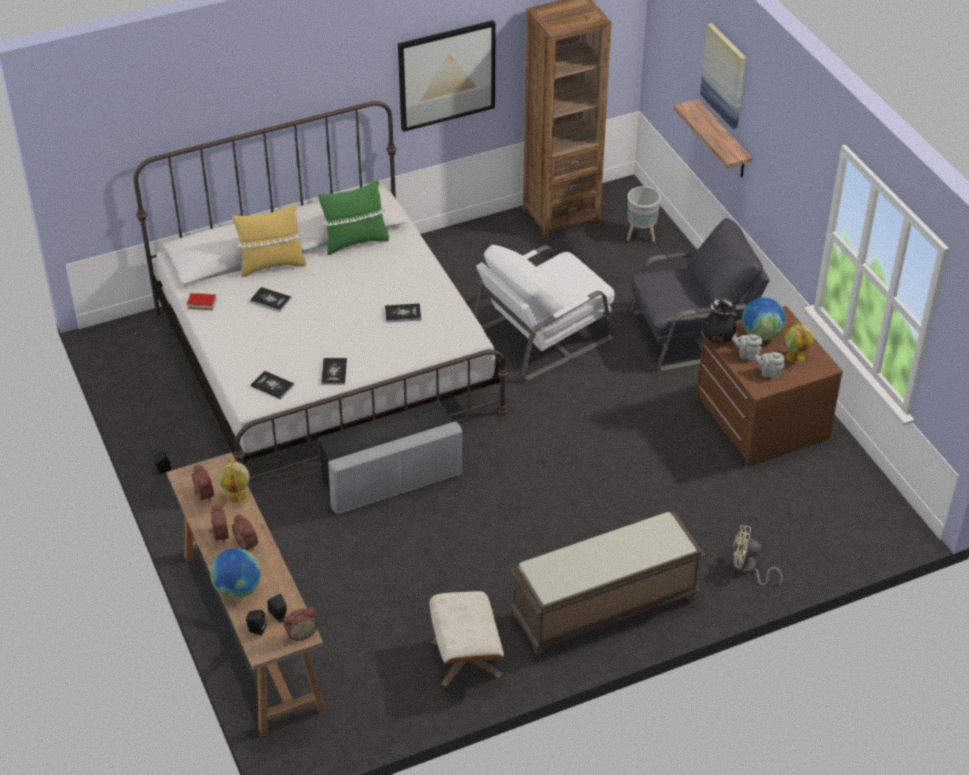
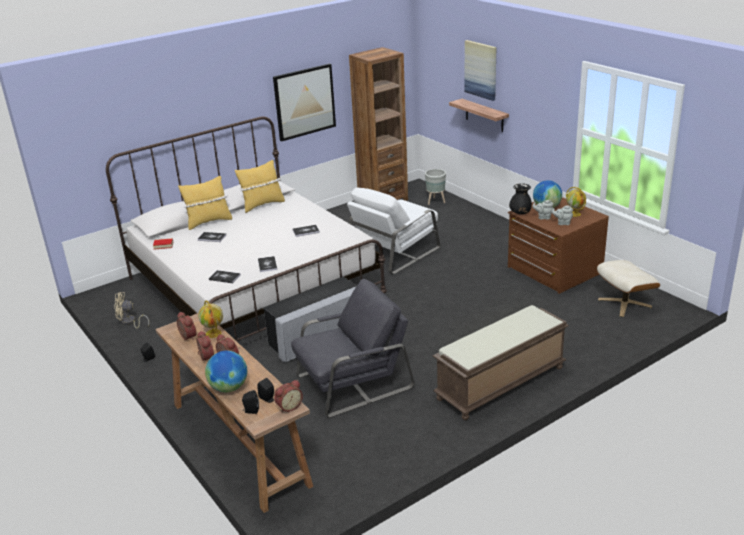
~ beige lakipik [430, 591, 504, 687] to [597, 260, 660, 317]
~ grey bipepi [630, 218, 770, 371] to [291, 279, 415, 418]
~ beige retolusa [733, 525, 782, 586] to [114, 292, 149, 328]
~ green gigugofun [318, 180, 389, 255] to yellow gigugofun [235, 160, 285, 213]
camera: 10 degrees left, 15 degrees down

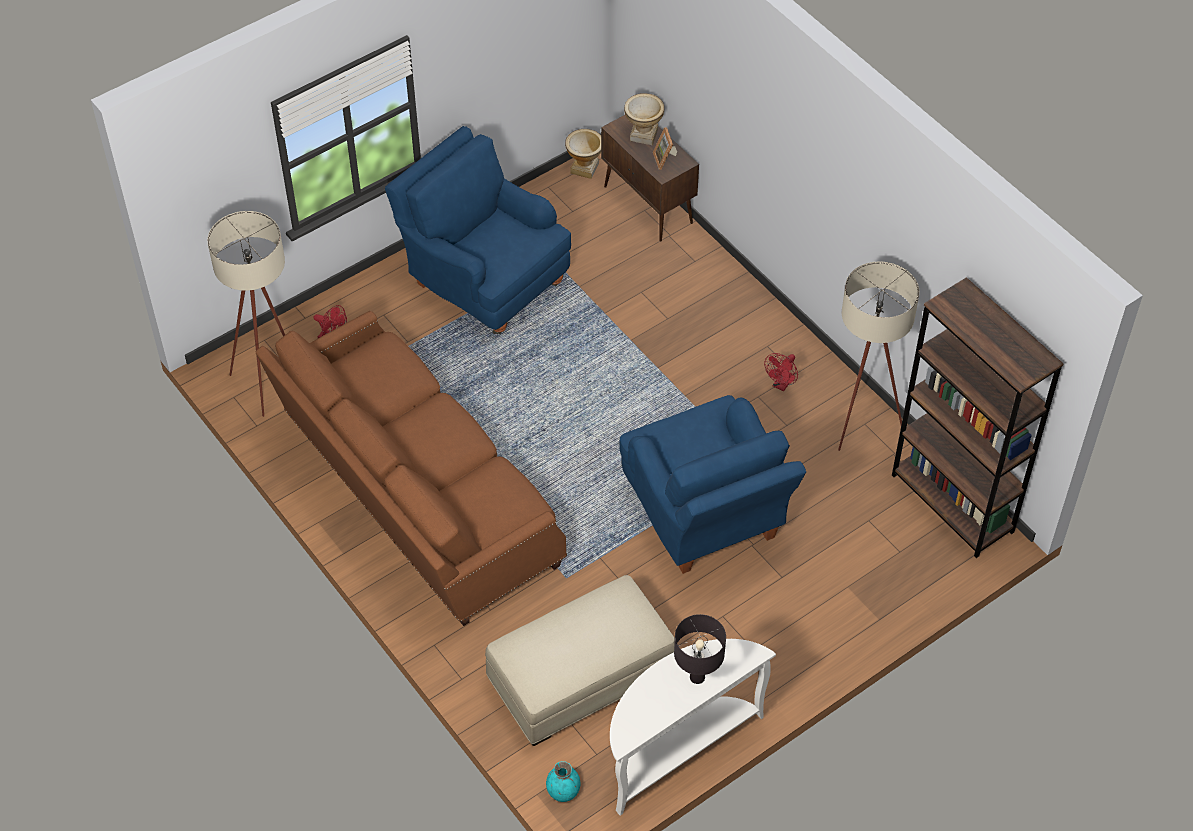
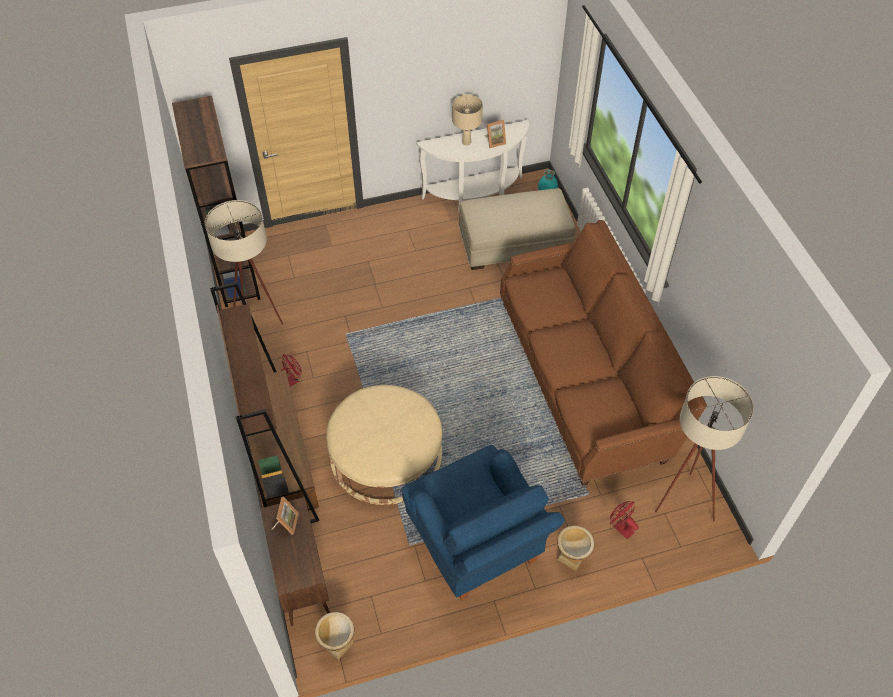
- blue bipepi [619, 395, 806, 574]
+ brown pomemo [210, 282, 319, 523]
+ beige lakipik [326, 385, 442, 505]
+ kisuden [485, 120, 506, 148]
~ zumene [624, 93, 665, 145] to [557, 525, 595, 571]
~ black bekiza [674, 614, 726, 684] to beige bekiza [452, 95, 483, 145]
camera: 160 degrees left, 0 degrees up

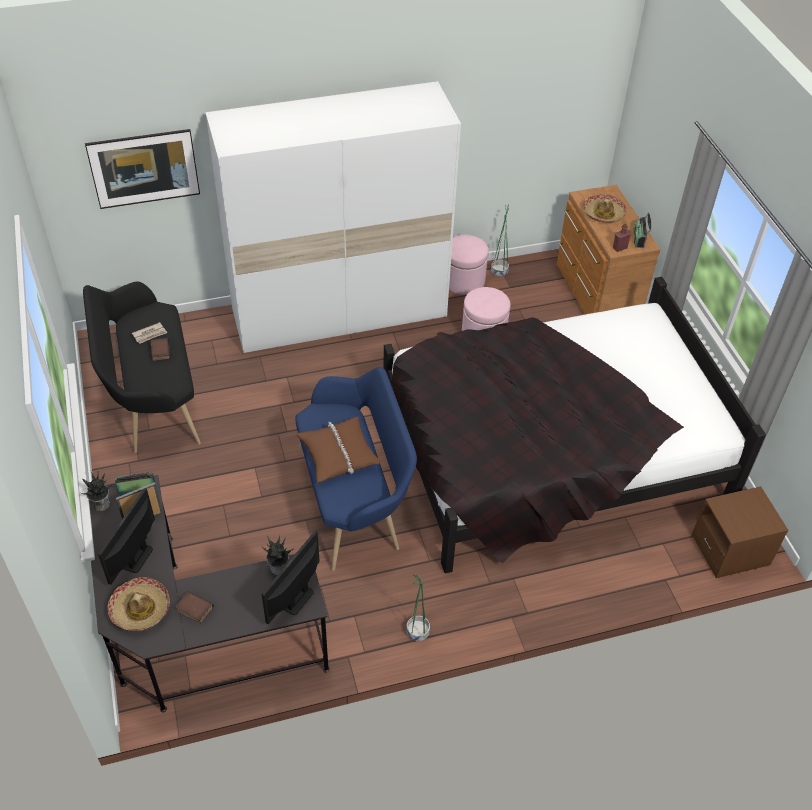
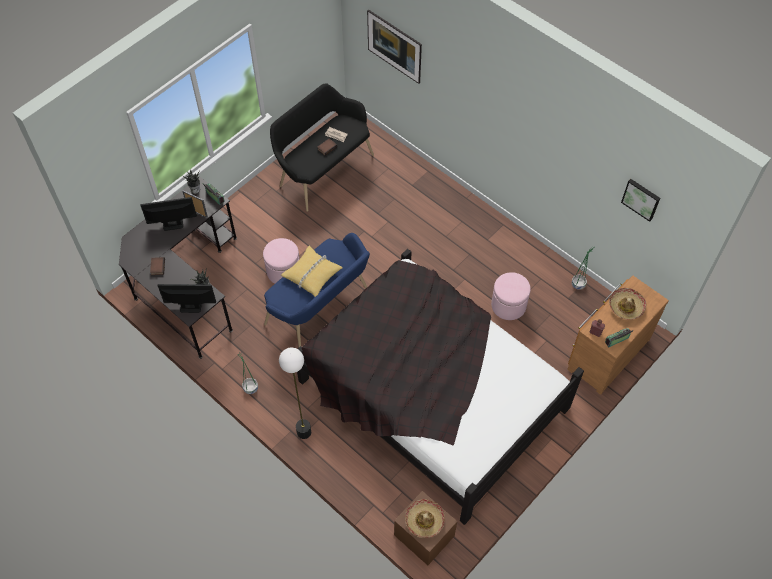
- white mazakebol [205, 81, 461, 353]
+ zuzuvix [279, 348, 311, 439]
+ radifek [621, 179, 660, 222]
~ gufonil [108, 577, 170, 631] to [405, 499, 445, 538]
~ pink lakipik [449, 235, 489, 295] to [263, 238, 299, 284]
~ brown gigugofun [297, 417, 380, 483] to yellow gigugofun [281, 246, 343, 297]
camera: 60 degrees right, 10 degrees up

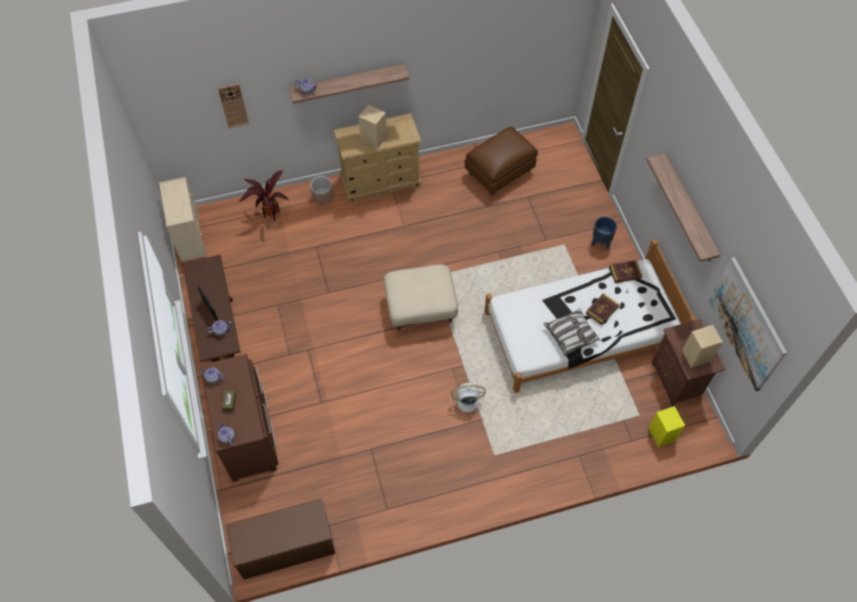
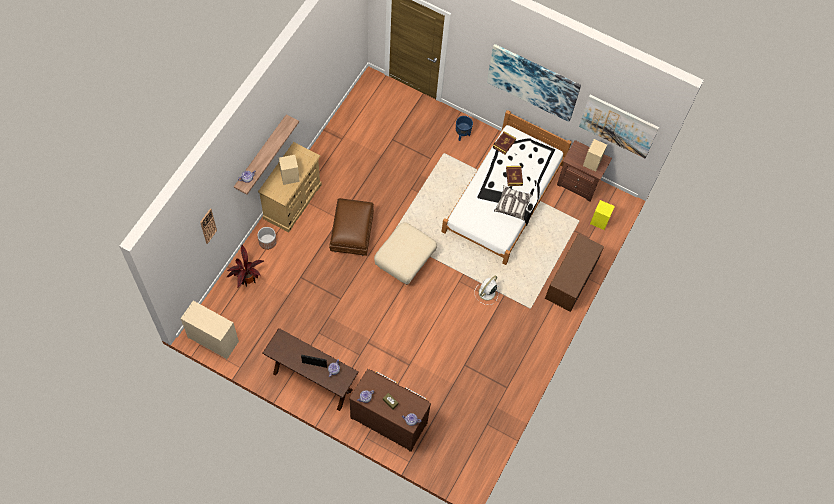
~ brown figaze [226, 498, 335, 580] to [545, 234, 604, 312]
~ brown lakipik [464, 126, 538, 196] to [329, 198, 374, 256]
~ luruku [647, 154, 721, 262] to radifek [487, 44, 581, 122]
camera: 50 degrees left, 5 degrees up

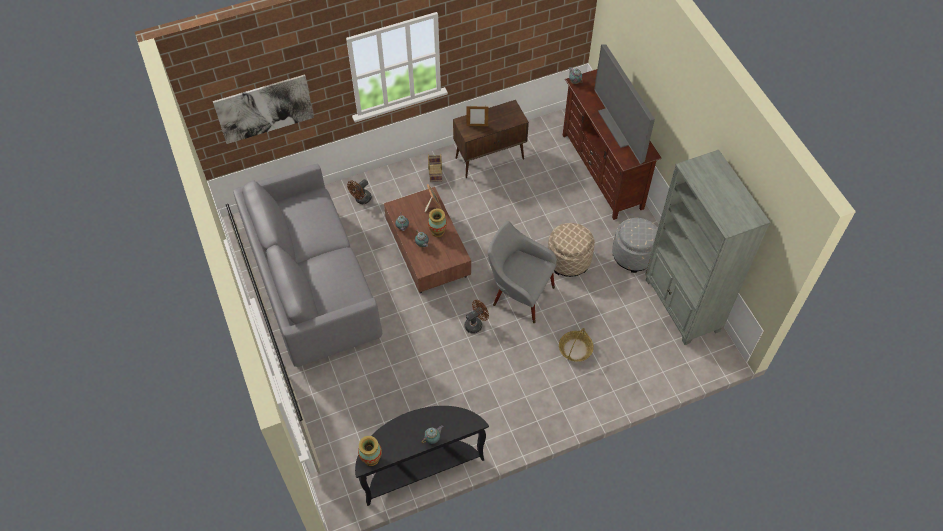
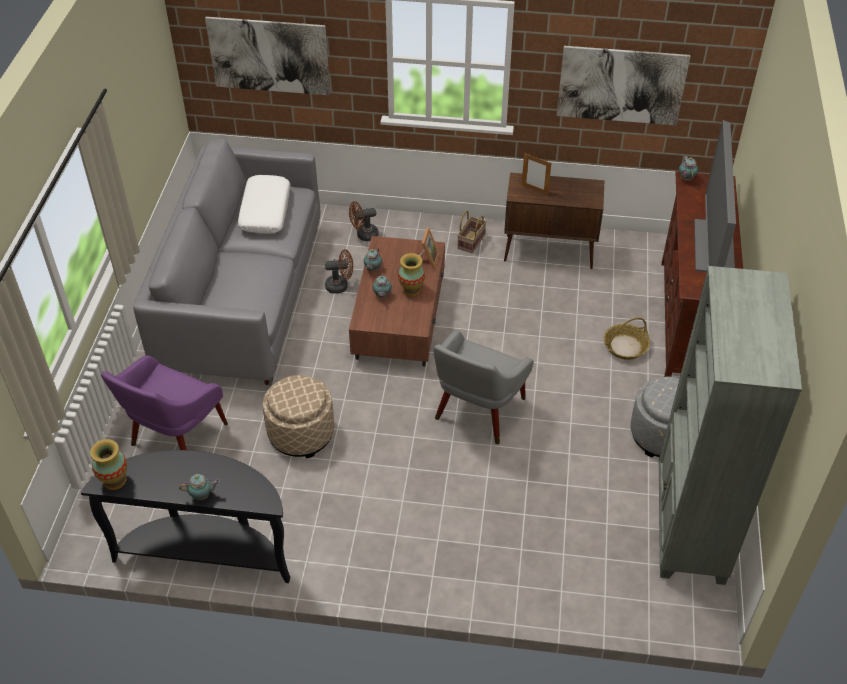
+ purple bipepi [101, 355, 228, 450]
+ white gigugofun [238, 175, 291, 234]
+ radifek [557, 46, 690, 125]
~ brown retolusa [464, 300, 489, 334] to [325, 249, 353, 294]
~ beige lakipik [548, 223, 595, 277] to [263, 375, 334, 458]
~ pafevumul [559, 328, 594, 362] to [604, 317, 650, 360]
~ grey bipepi [488, 221, 557, 323] = [433, 331, 534, 444] 120 degrees counterclockwise
camera: 30 degrees right, 10 degrees down

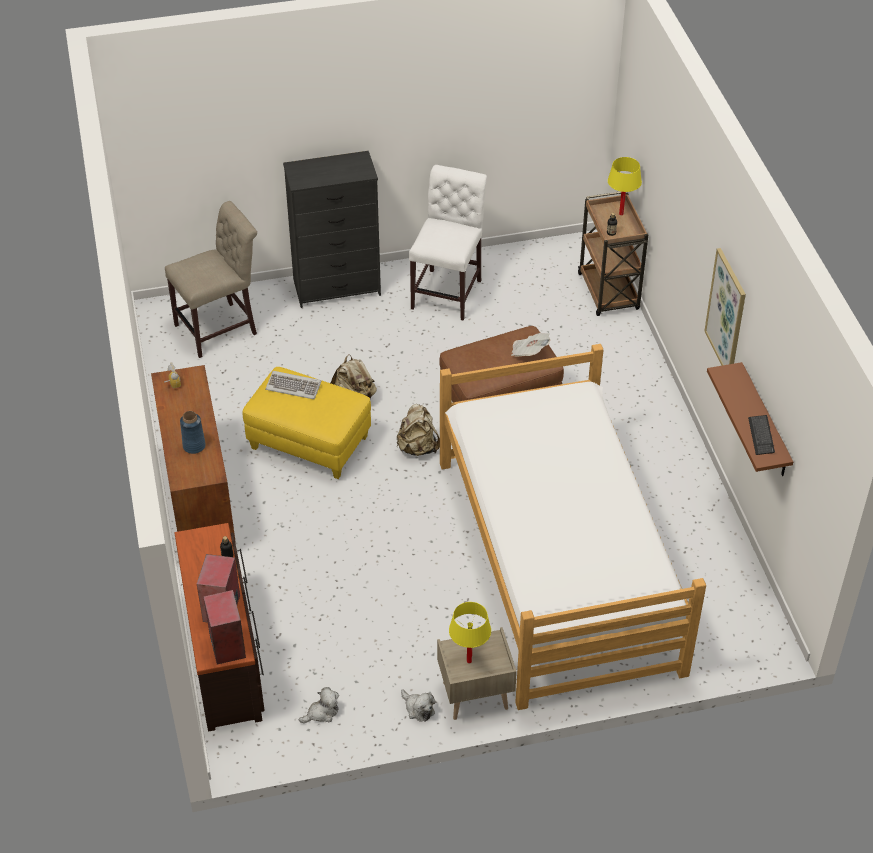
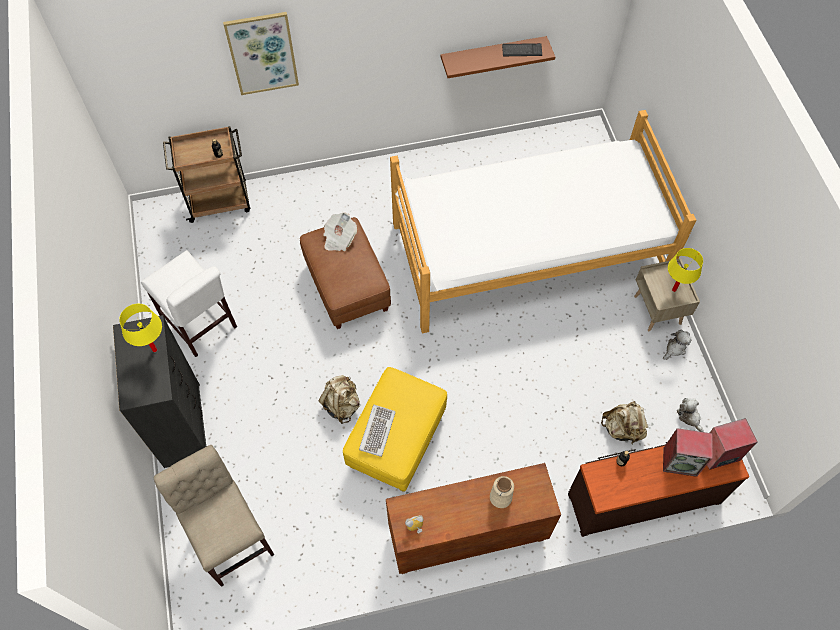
~ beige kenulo [396, 404, 440, 456] to [601, 401, 649, 445]
~ yellow bekiza [608, 157, 642, 215] to [119, 304, 162, 352]
~ radifek [704, 248, 746, 366] to [223, 12, 299, 95]
~ blue zumene [180, 411, 206, 454] to beige zumene [490, 476, 514, 508]
~ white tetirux [409, 165, 487, 320] = [141, 250, 237, 357] 150 degrees counterclockwise
camera: 90 degrees left, 15 degrees up

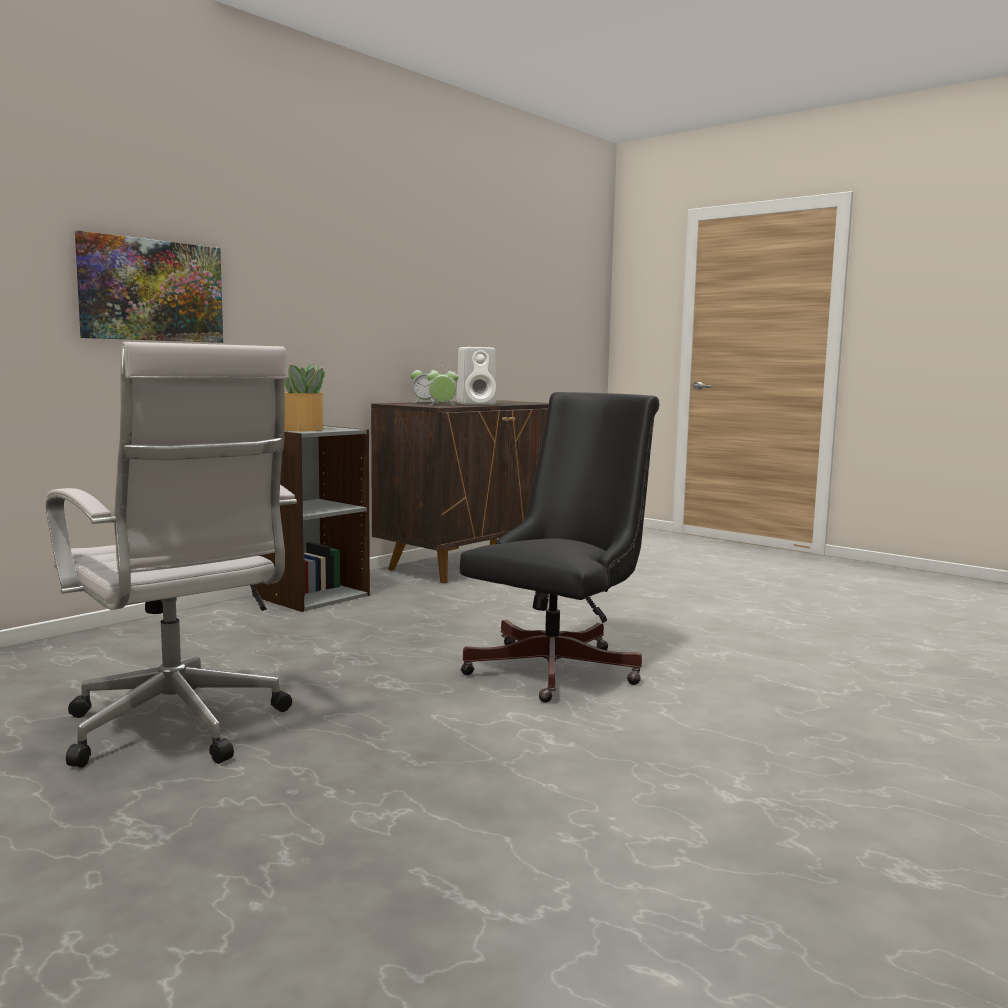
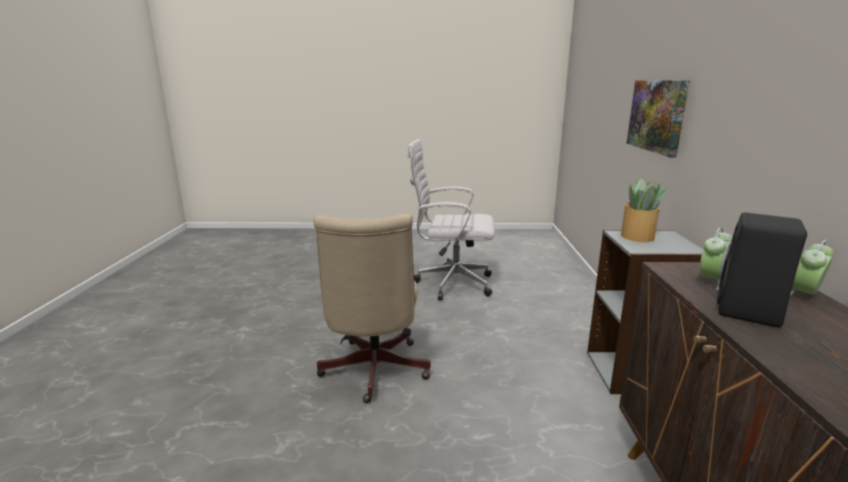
~ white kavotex [457, 347, 496, 405] to black kavotex [717, 212, 807, 327]
~ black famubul [460, 392, 660, 703] to beige famubul [314, 213, 431, 403]
camera: 140 degrees right, 10 degrees up

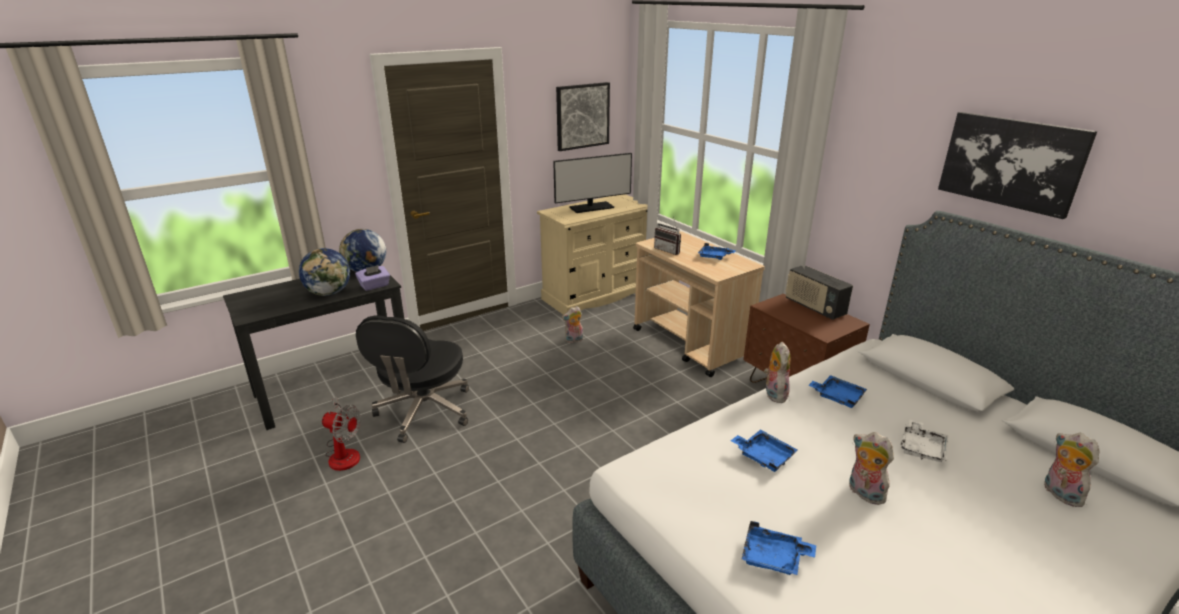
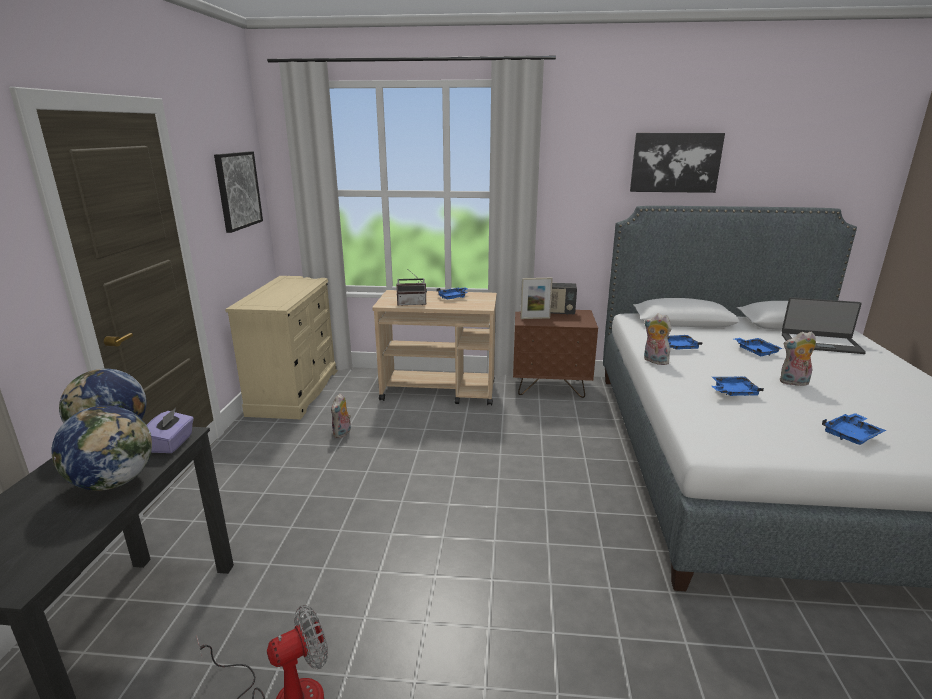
- black famubul [356, 316, 469, 443]
- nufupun [553, 153, 632, 213]
+ kisuden [520, 278, 553, 319]
~ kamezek [1044, 433, 1099, 507] to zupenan [781, 297, 866, 354]
~ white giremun [901, 419, 948, 462] to blue giremun [734, 338, 783, 356]
camera: 50 degrees left, 5 degrees down

